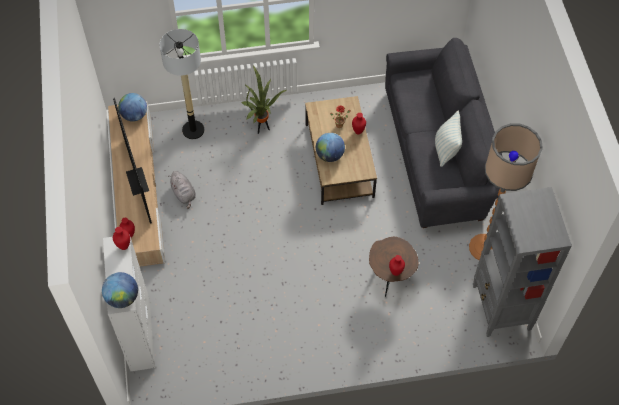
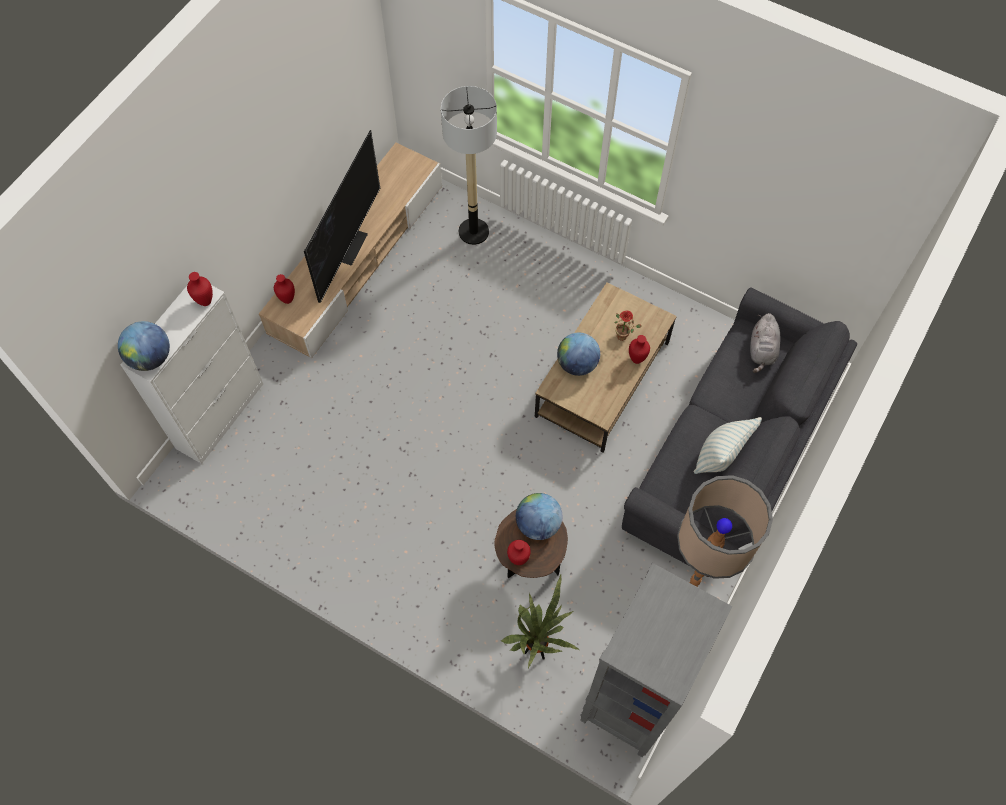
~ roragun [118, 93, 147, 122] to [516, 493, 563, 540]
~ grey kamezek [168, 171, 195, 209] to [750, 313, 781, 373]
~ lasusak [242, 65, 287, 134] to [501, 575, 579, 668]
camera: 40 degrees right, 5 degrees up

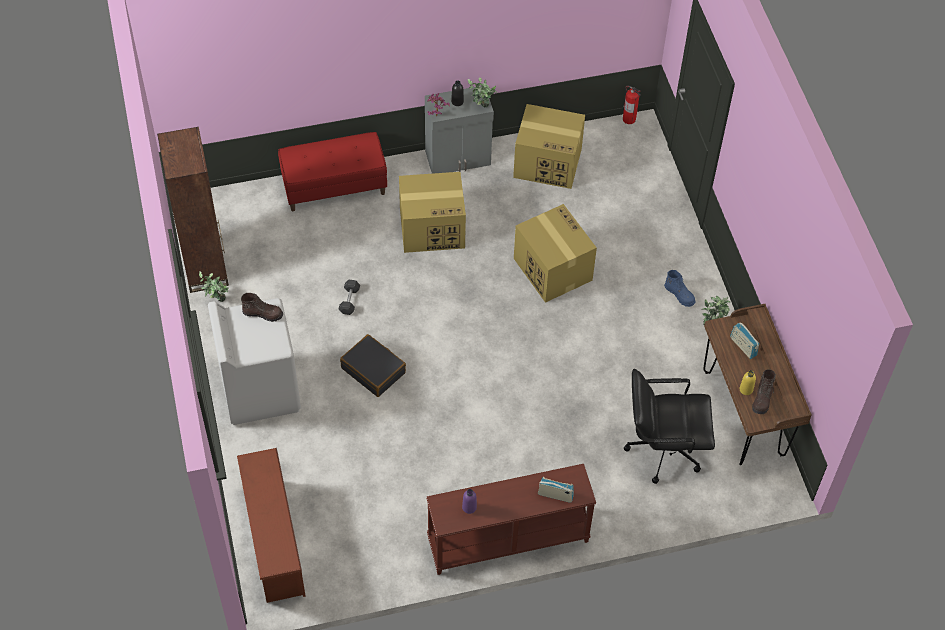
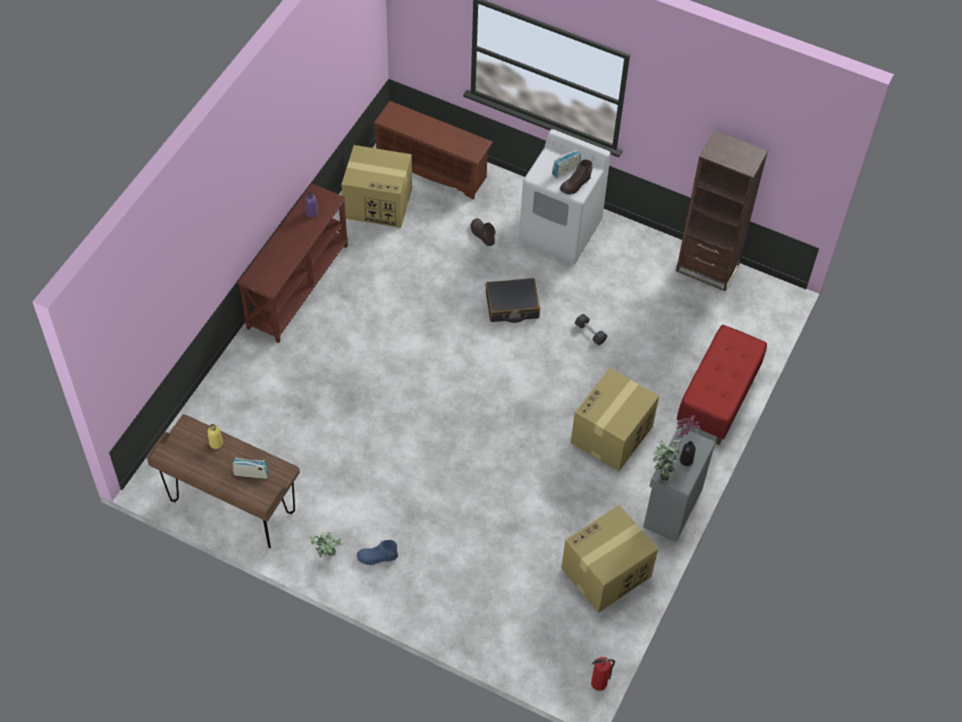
- lasusak [199, 271, 229, 302]
- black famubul [624, 369, 715, 484]
~ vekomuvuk [514, 204, 597, 303] to [341, 145, 412, 228]
~ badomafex [538, 477, 574, 503] to [552, 150, 581, 179]
~ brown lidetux [752, 369, 776, 414] to [471, 218, 496, 246]
camera: 130 degrees right, 0 degrees up

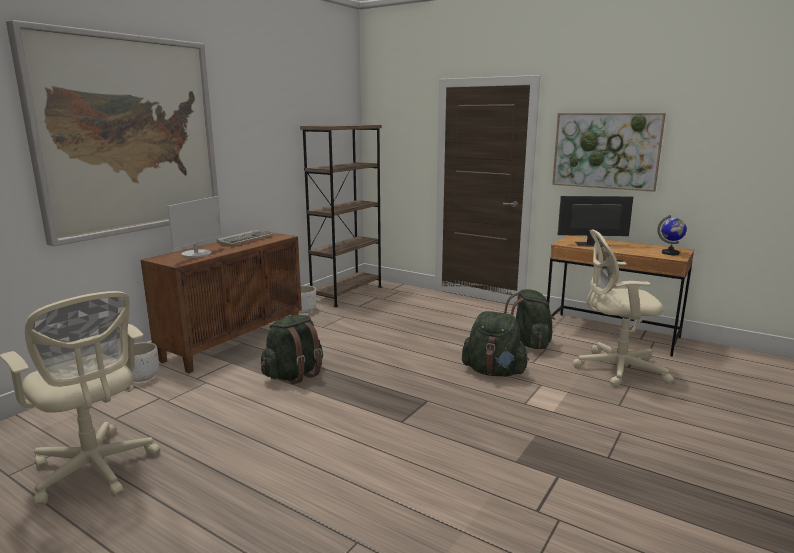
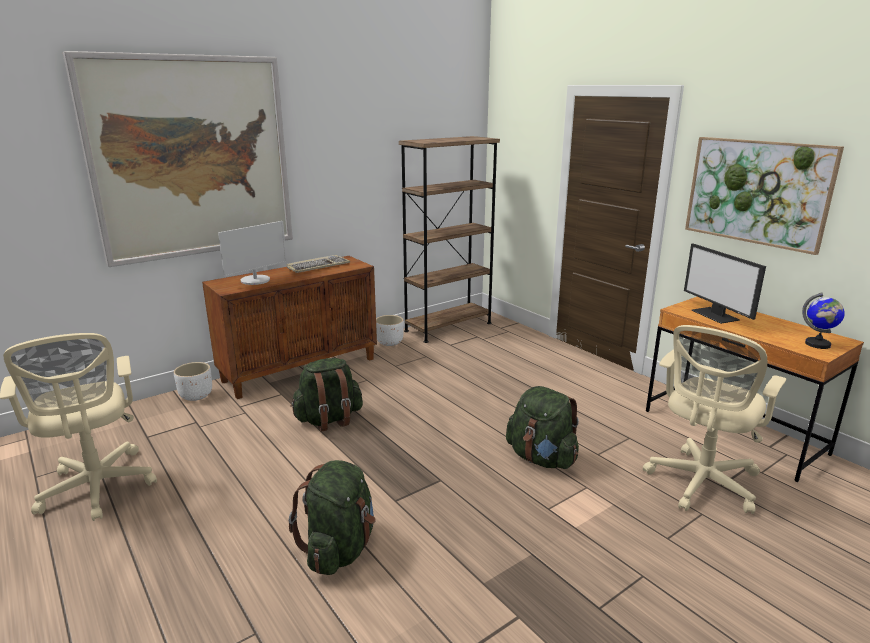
~ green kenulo [503, 289, 556, 349] to [289, 460, 376, 575]
~ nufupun [558, 196, 633, 247] = [684, 244, 766, 324] 135 degrees counterclockwise
~ beige famubul [573, 229, 674, 387] = [643, 325, 786, 514] 75 degrees counterclockwise
camera: 20 degrees right, 5 degrees up

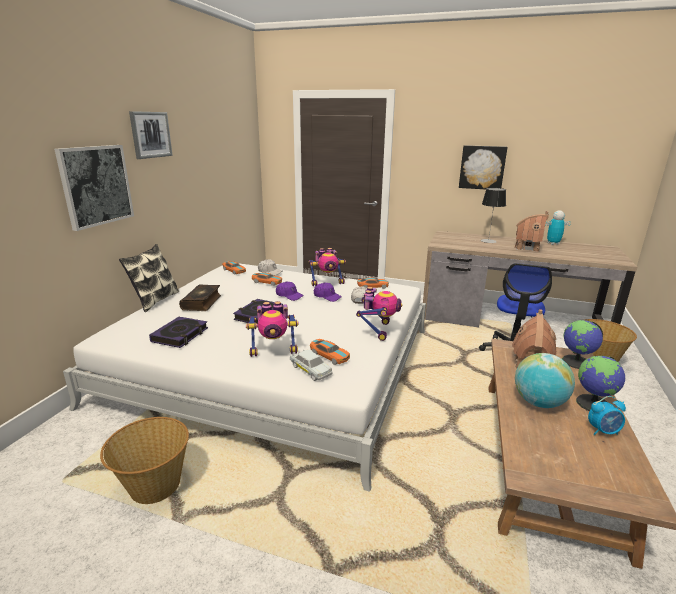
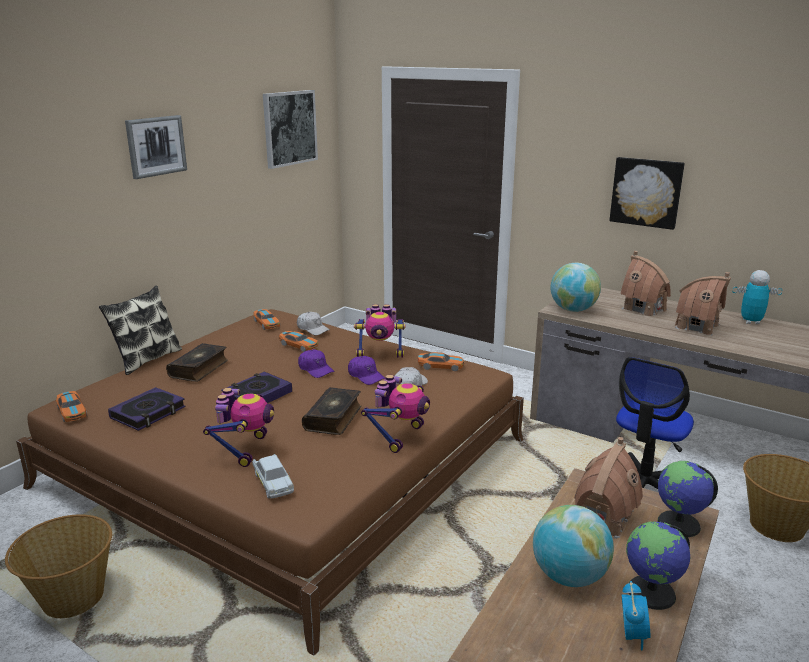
+ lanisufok [302, 387, 361, 435]
+ roragun [550, 263, 601, 312]
~ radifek [54, 145, 134, 231] to [263, 90, 318, 169]
~ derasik [310, 339, 350, 365] to [56, 391, 87, 422]
~ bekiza [481, 188, 506, 243] to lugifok [621, 251, 671, 316]
~ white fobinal [63, 263, 426, 492] to brown fobinal [16, 309, 524, 656]
~ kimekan [246, 301, 299, 357] = [203, 388, 274, 467] 90 degrees counterclockwise
~ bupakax [588, 396, 626, 435] = [622, 581, 650, 650] 90 degrees counterclockwise
camera: 15 degrees right, 0 degrees up

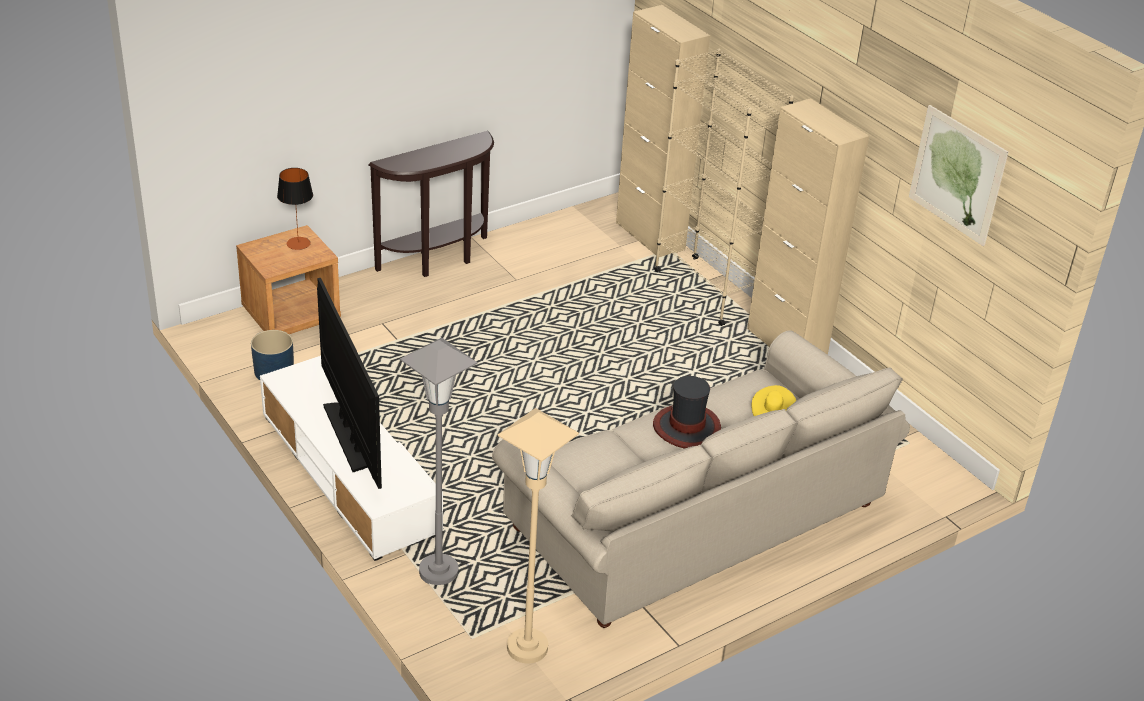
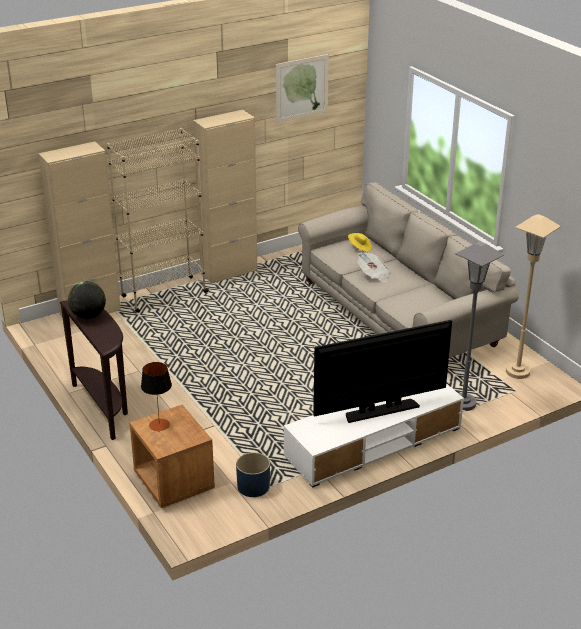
+ roragun [68, 281, 106, 319]
~ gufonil [653, 376, 721, 448] to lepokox [357, 253, 390, 282]
camera: 85 degrees left, 5 degrees down

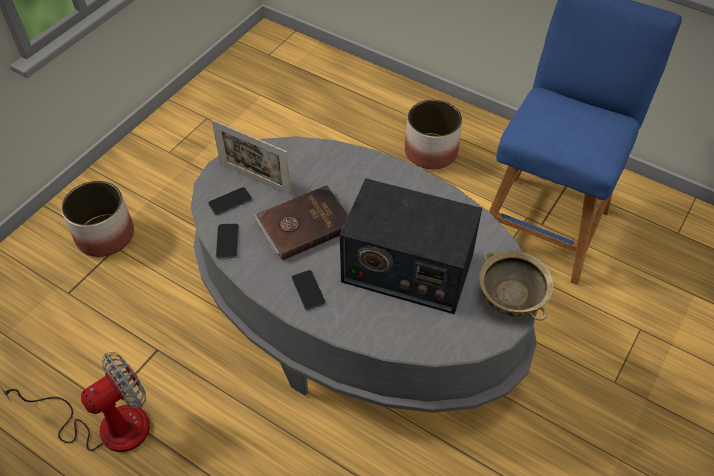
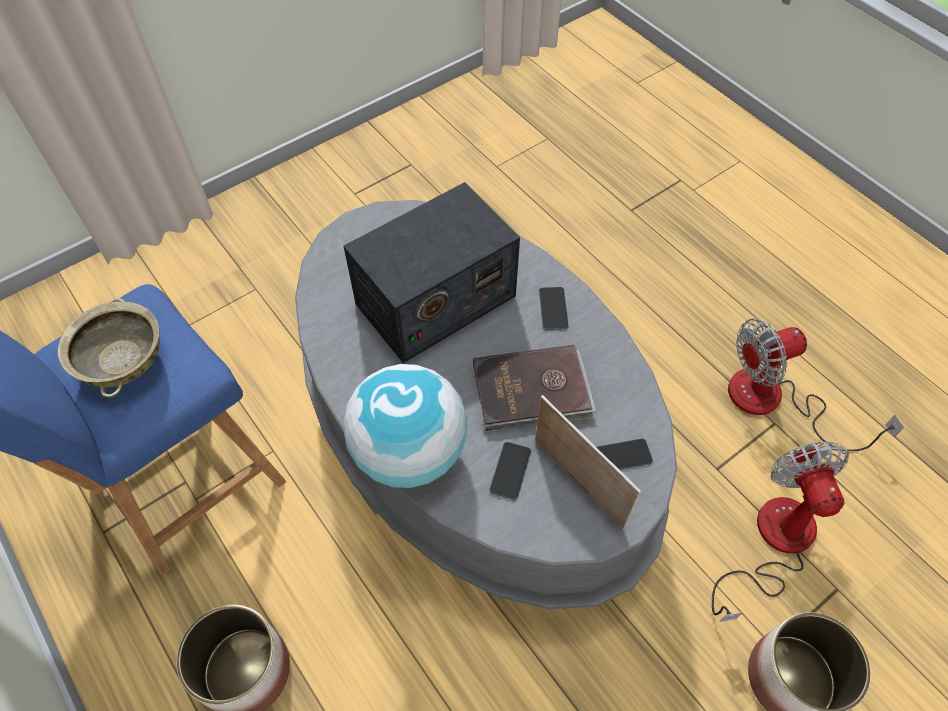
+ roragun [343, 364, 467, 488]
+ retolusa [712, 442, 849, 622]
~ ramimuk [216, 224, 239, 259] to [489, 442, 531, 500]
~ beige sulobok [479, 251, 554, 320] to [58, 298, 160, 398]
~ badomafex [340, 178, 482, 314] = [344, 182, 520, 363] 105 degrees clockwise
camera: 160 degrees left, 5 degrees up

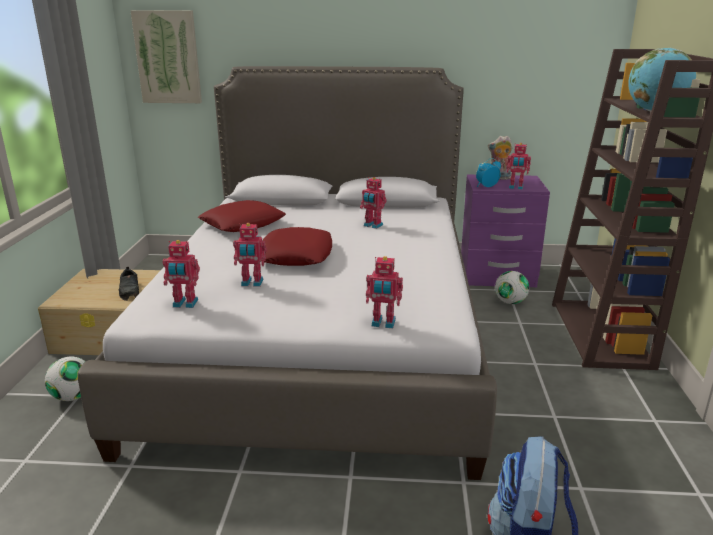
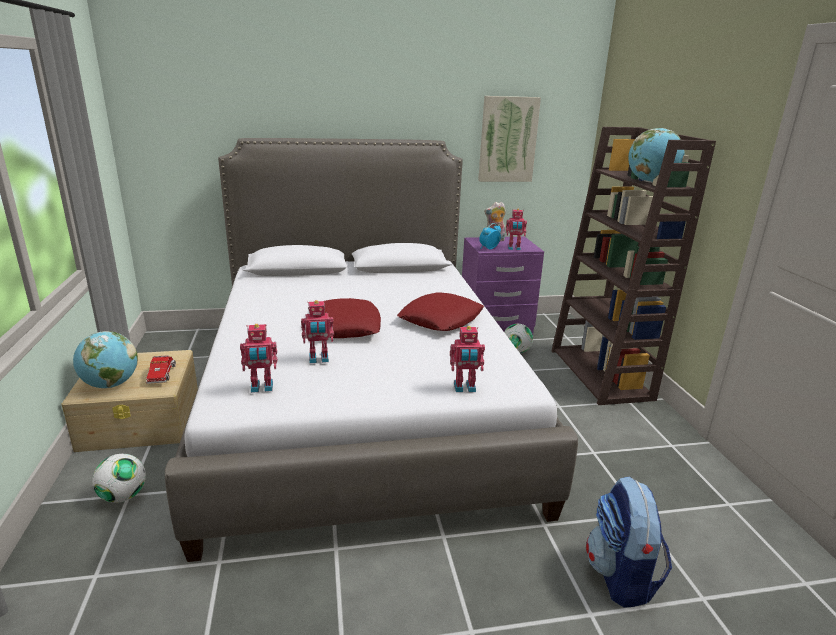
- kimekan [360, 177, 387, 229]
+ roragun [73, 331, 138, 388]
~ radifek [131, 11, 202, 103] to [478, 96, 541, 182]
~ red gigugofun [198, 200, 286, 232] to [397, 293, 484, 331]
~ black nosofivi [119, 267, 139, 301] to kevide [146, 355, 176, 384]
camera: 15 degrees left, 0 degrees up

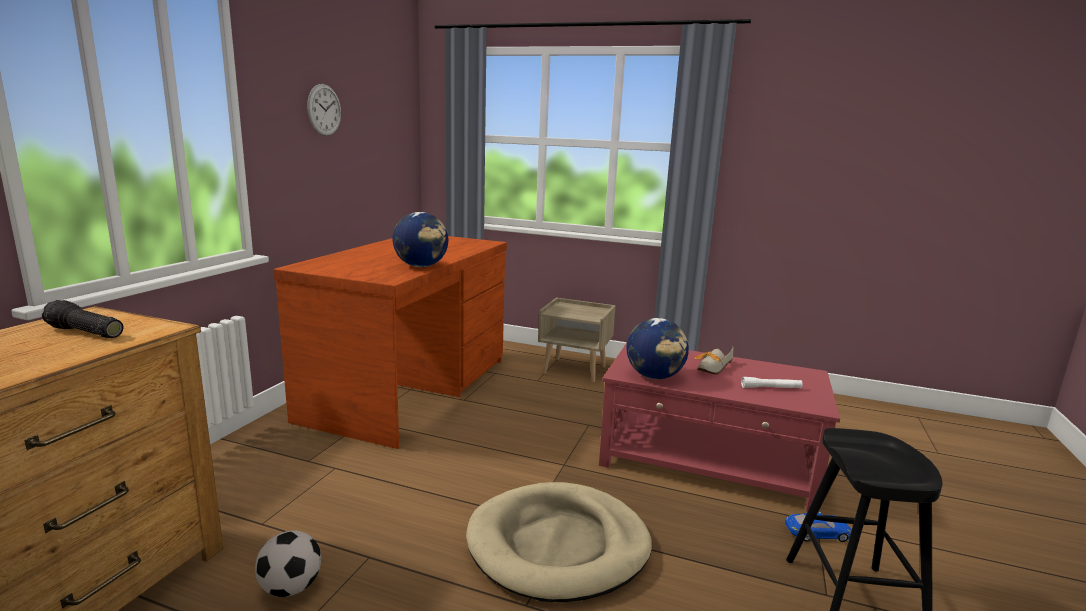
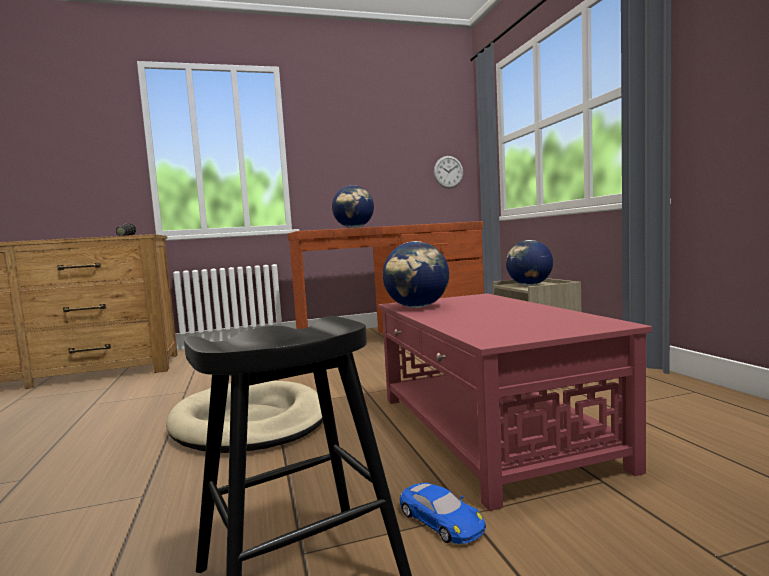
- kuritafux [255, 530, 321, 597]
- nosofivi [694, 346, 733, 375]
- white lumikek [741, 377, 803, 388]
+ roragun [506, 240, 553, 285]
~ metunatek [307, 84, 341, 136] to [434, 156, 463, 188]
camera: 55 degrees right, 10 degrees down

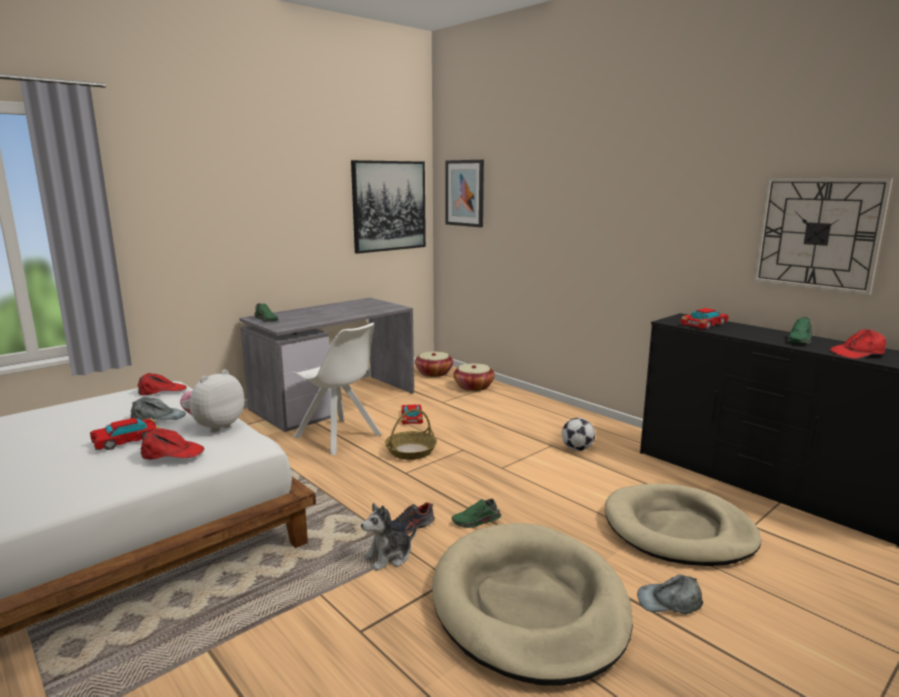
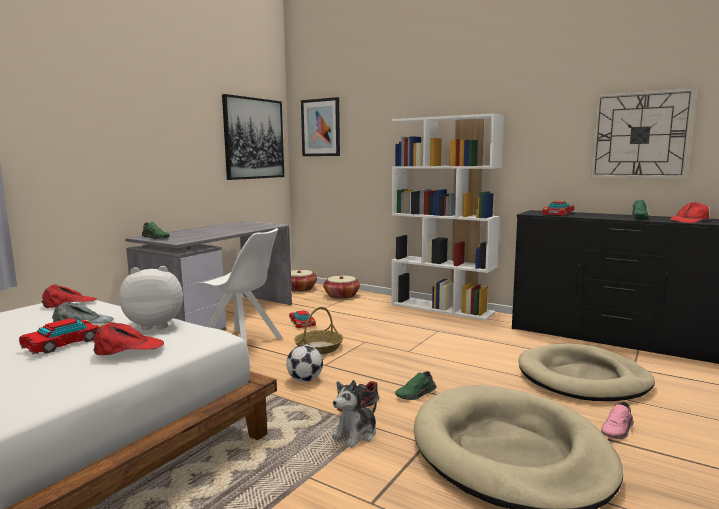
+ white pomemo [391, 113, 504, 321]
~ kuritafux [562, 418, 595, 451] to [286, 345, 323, 382]
~ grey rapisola [637, 575, 703, 614] to pink nosofivi [601, 402, 634, 439]
~ kamezek [180, 369, 245, 432] = [119, 266, 183, 330] 60 degrees clockwise
camera: 15 degrees left, 5 degrees down

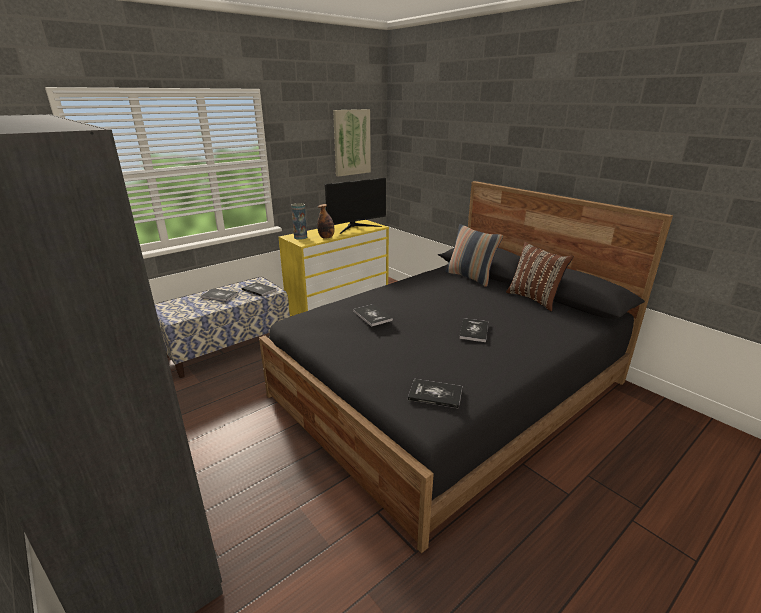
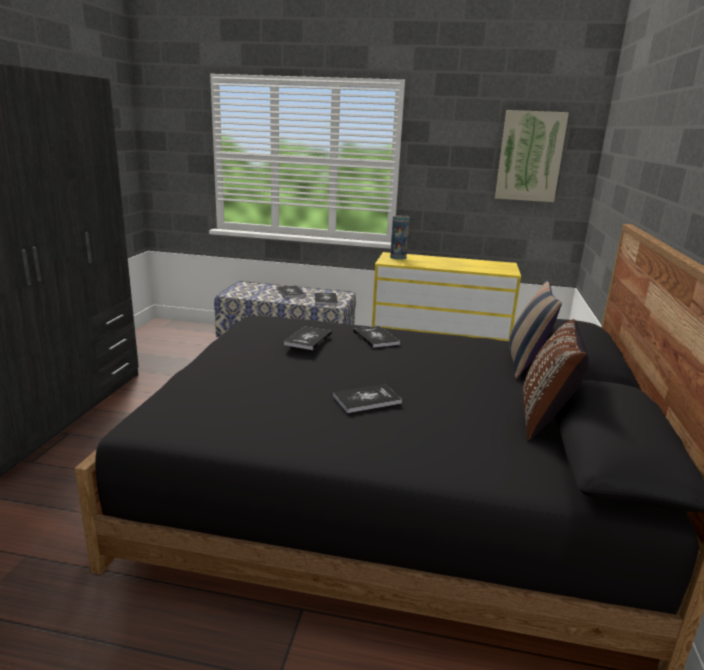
- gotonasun [317, 204, 335, 238]
- nufupun [325, 178, 386, 234]
~ lanisufok [408, 379, 462, 409] to [353, 326, 400, 348]
camera: 50 degrees right, 5 degrees down

